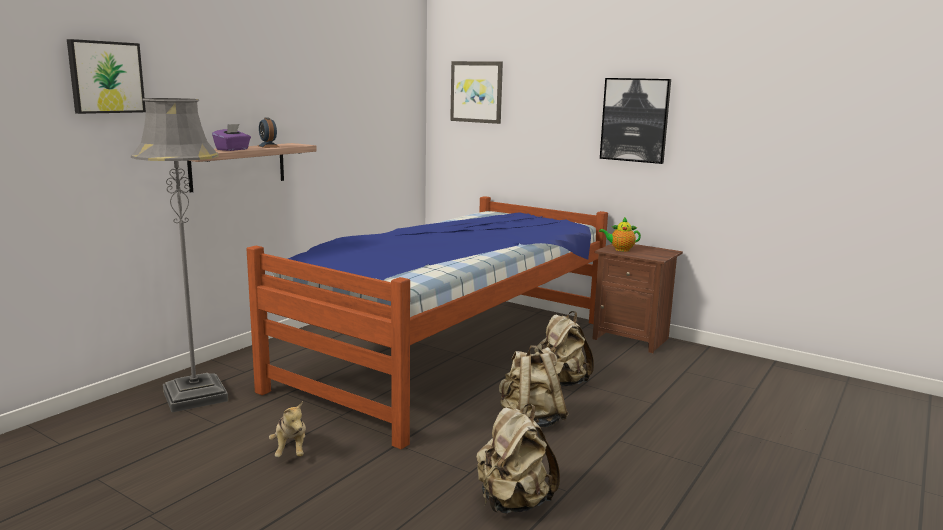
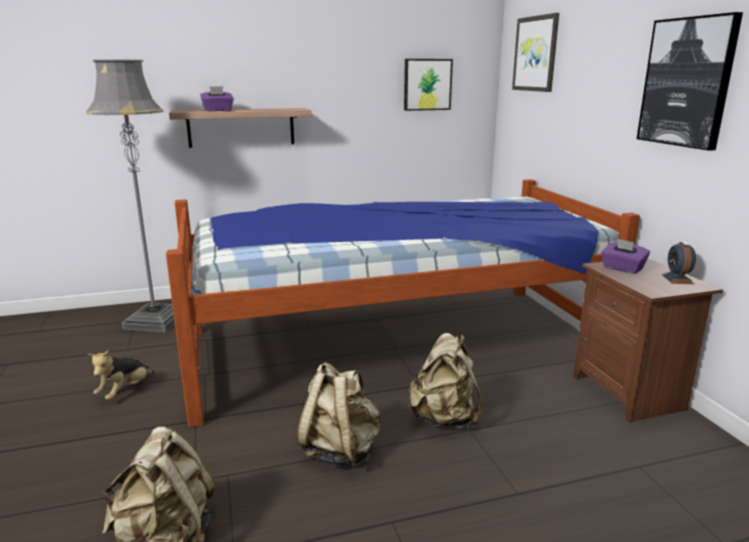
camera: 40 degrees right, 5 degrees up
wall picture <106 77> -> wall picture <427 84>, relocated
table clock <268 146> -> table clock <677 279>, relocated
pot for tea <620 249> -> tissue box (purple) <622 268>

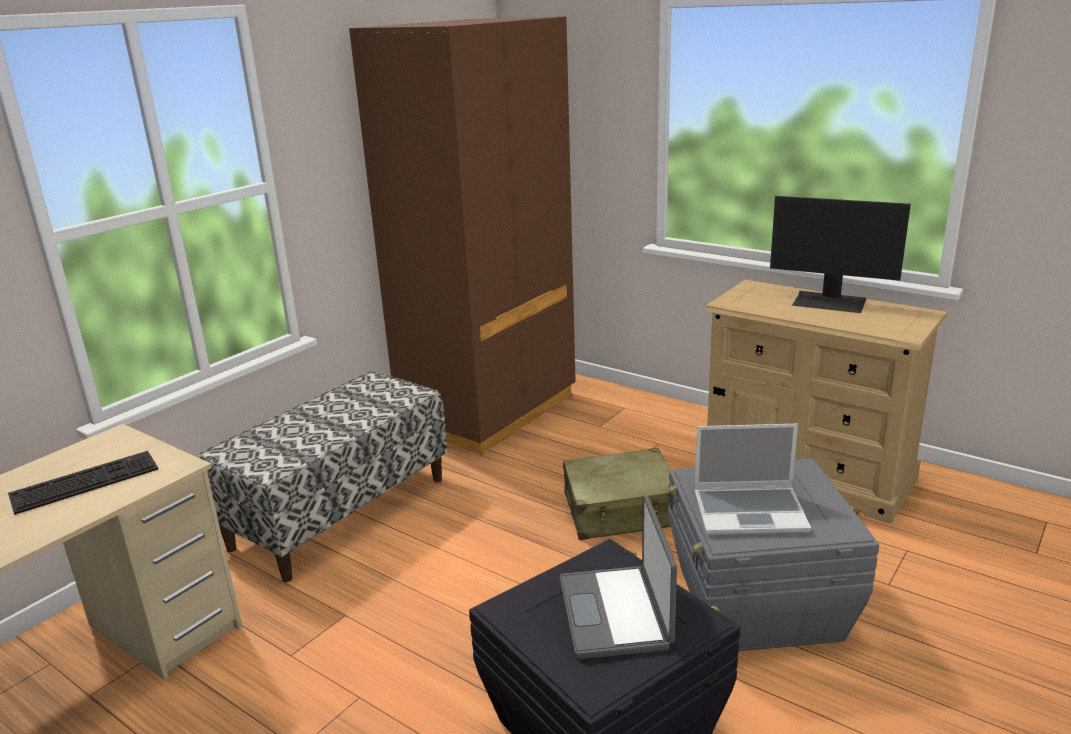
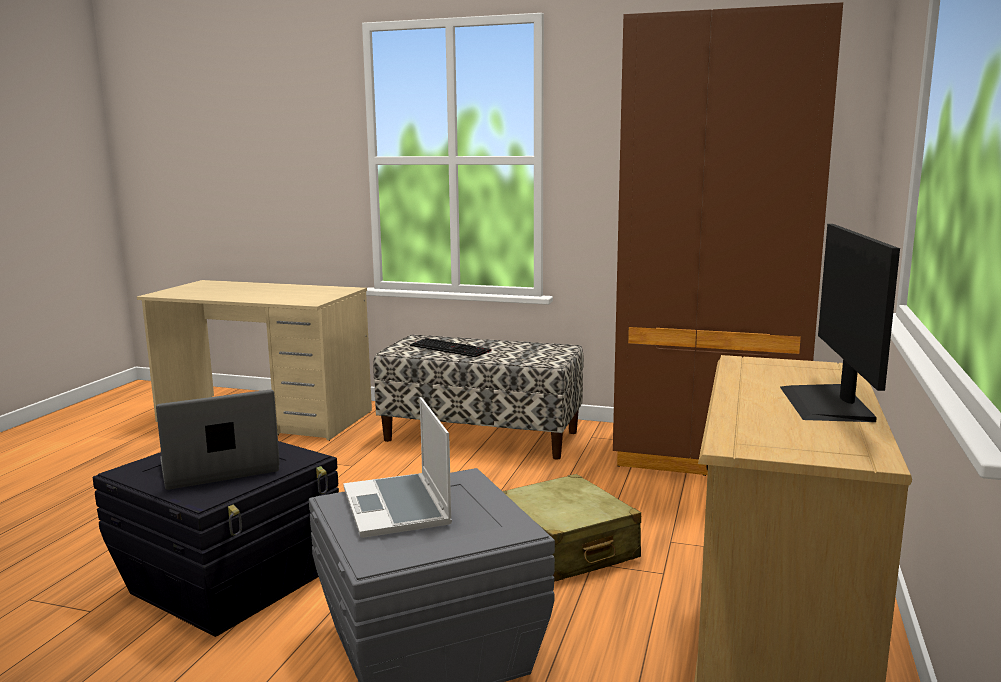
camera: 70 degrees right, 10 degrees down
keyboard <86 481> -> keyboard <451 348>, relocated

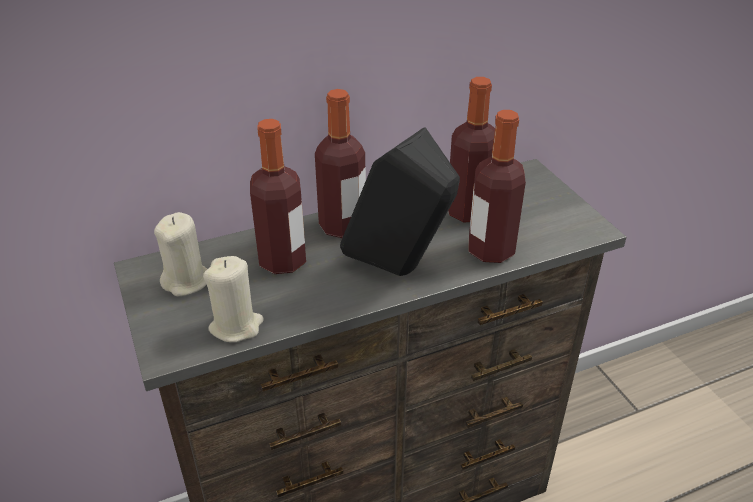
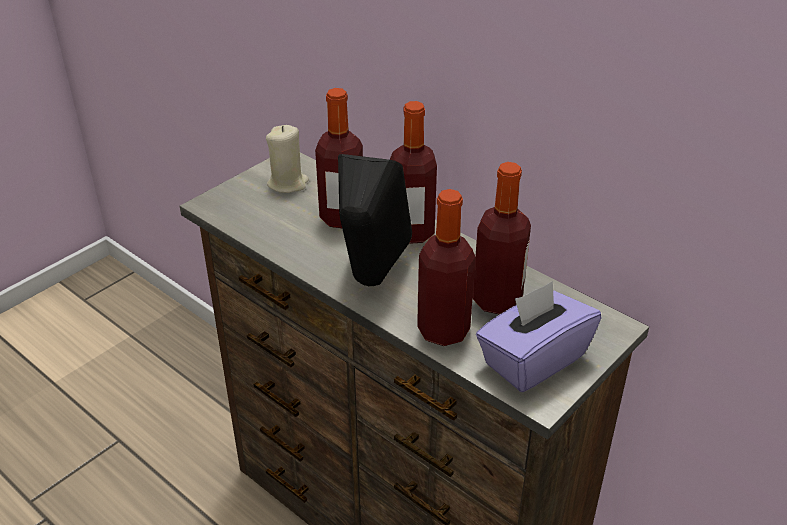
camera: 65 degrees right, 0 degrees up
wax light (beige-coloured) <236 326> -> none
none -> tissue box (purple) <533 360>

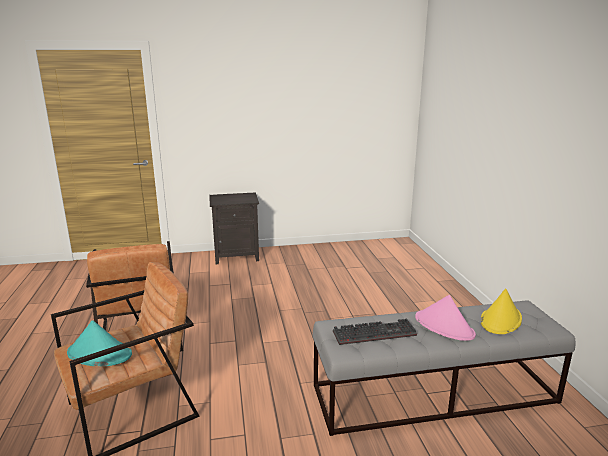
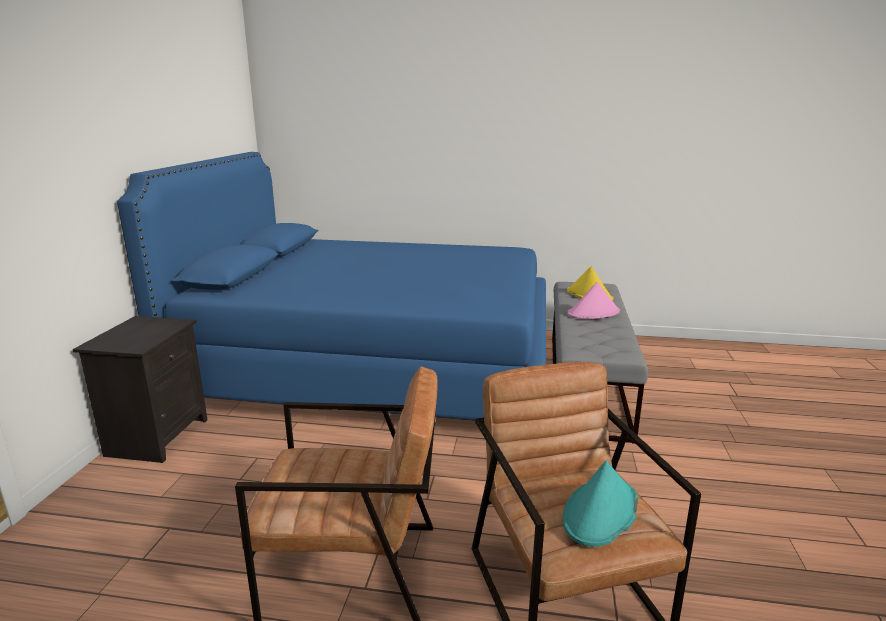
camera: 70 degrees left, 0 degrees up
keyboard <375 333> -> none
none -> bed (bluish) <376 366>

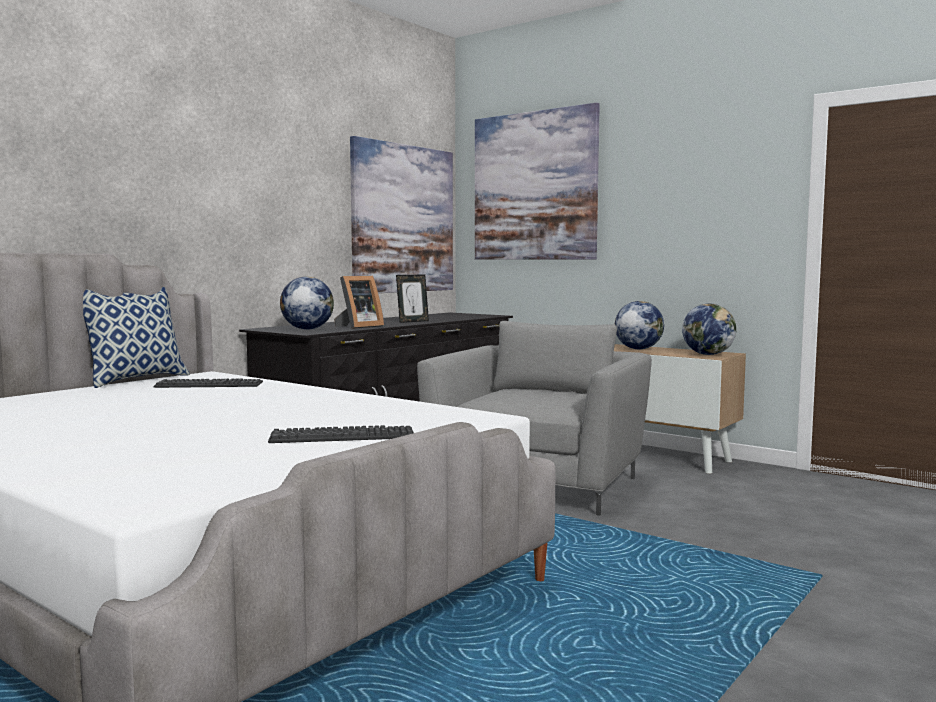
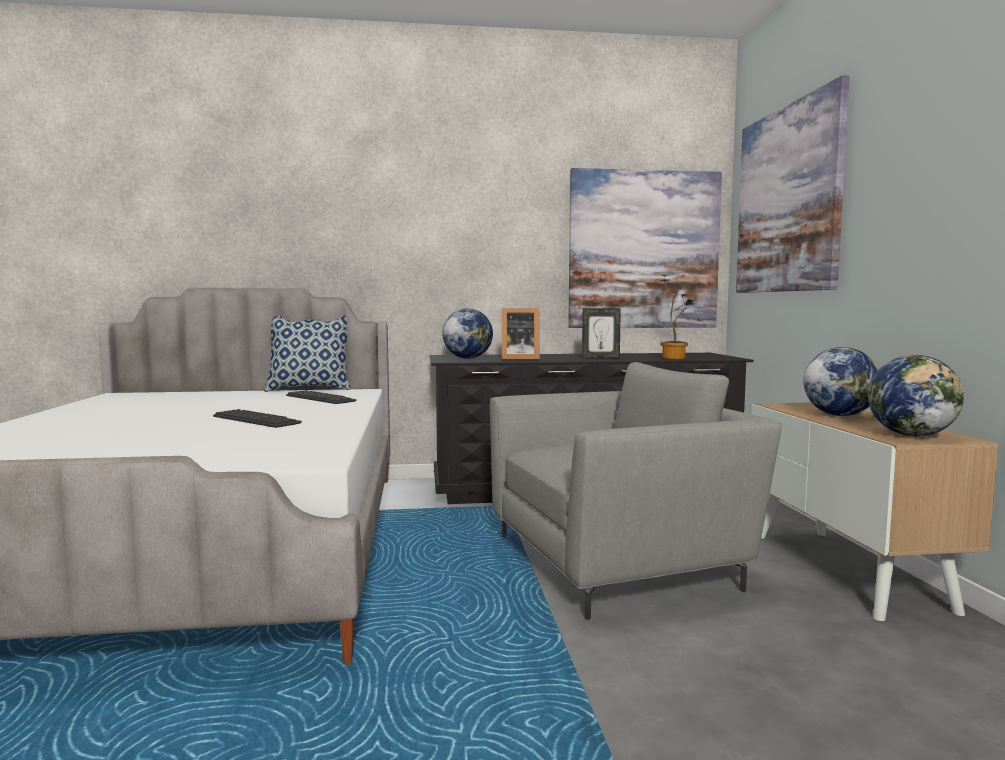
camera: 45 degrees right, 0 degrees up
keyboard <342 436> -> keyboard <256 420>, relocated
none -> potted plant <676 358>

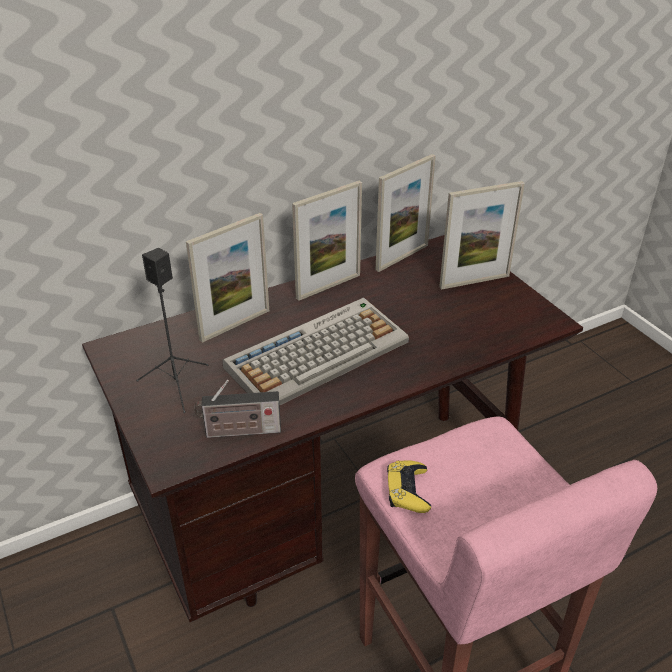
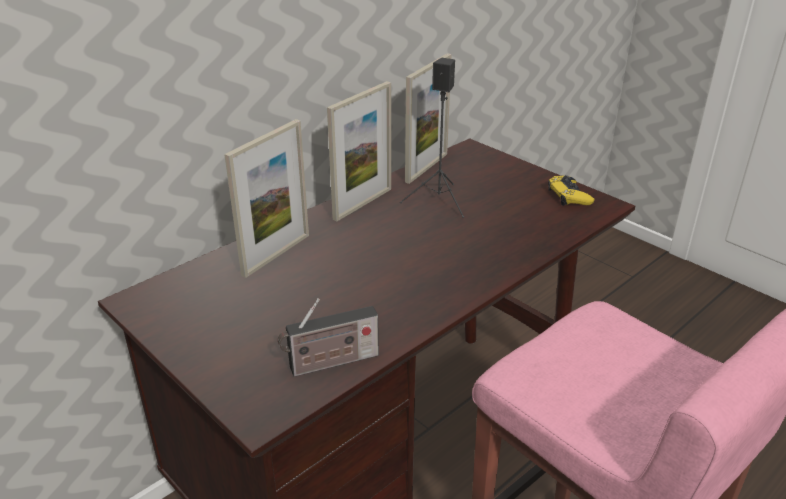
camera: 15 degrees left, 5 degrees down
loudspeaker (black-coloured) <177 386> -> loudspeaker (black-coloured) <439 201>, relocated
keyboard <318 353> -> none
joypad (yellow) <408 491> -> joypad (yellow) <569 196>, relocated
picture frame <474 281> -> none

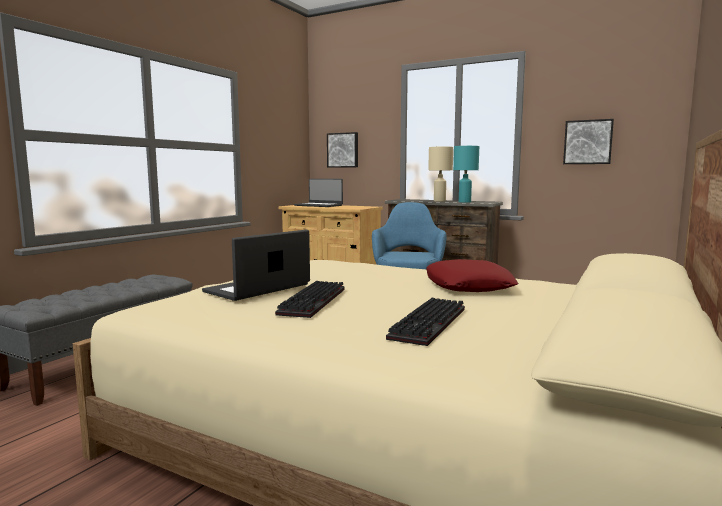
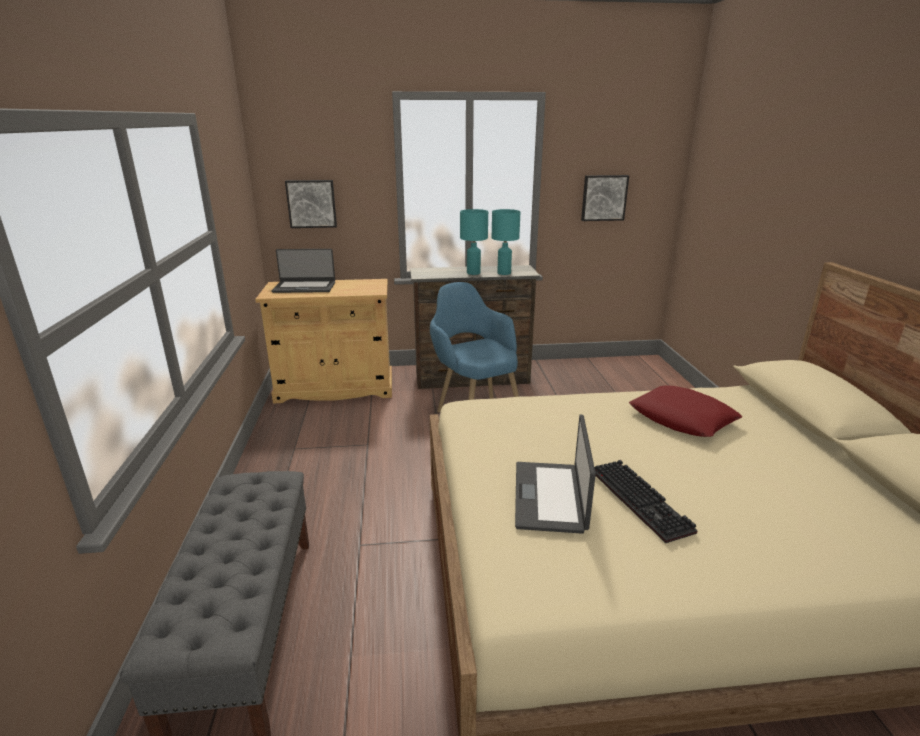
camera: 35 degrees left, 15 degrees up
keyboard <430 324> -> none
lamp for a table (beige-coloured) <439 201> -> lamp for a table (turquoise-coloured) <473 273>

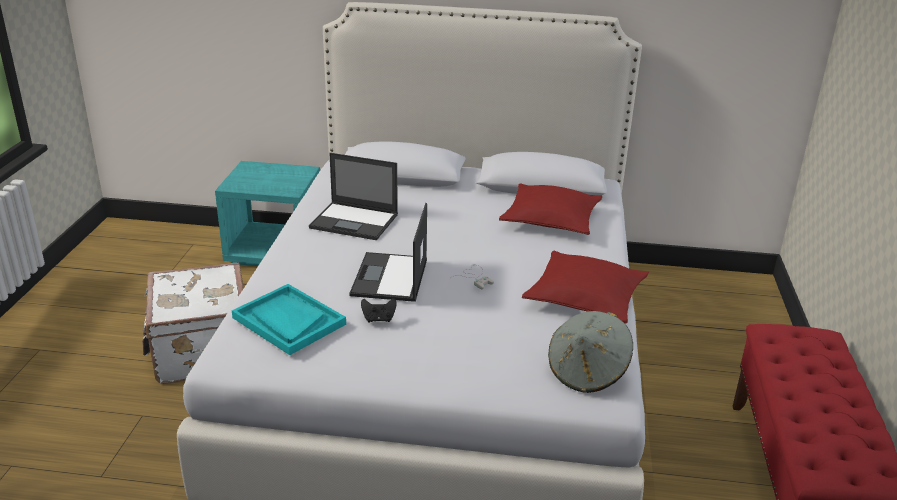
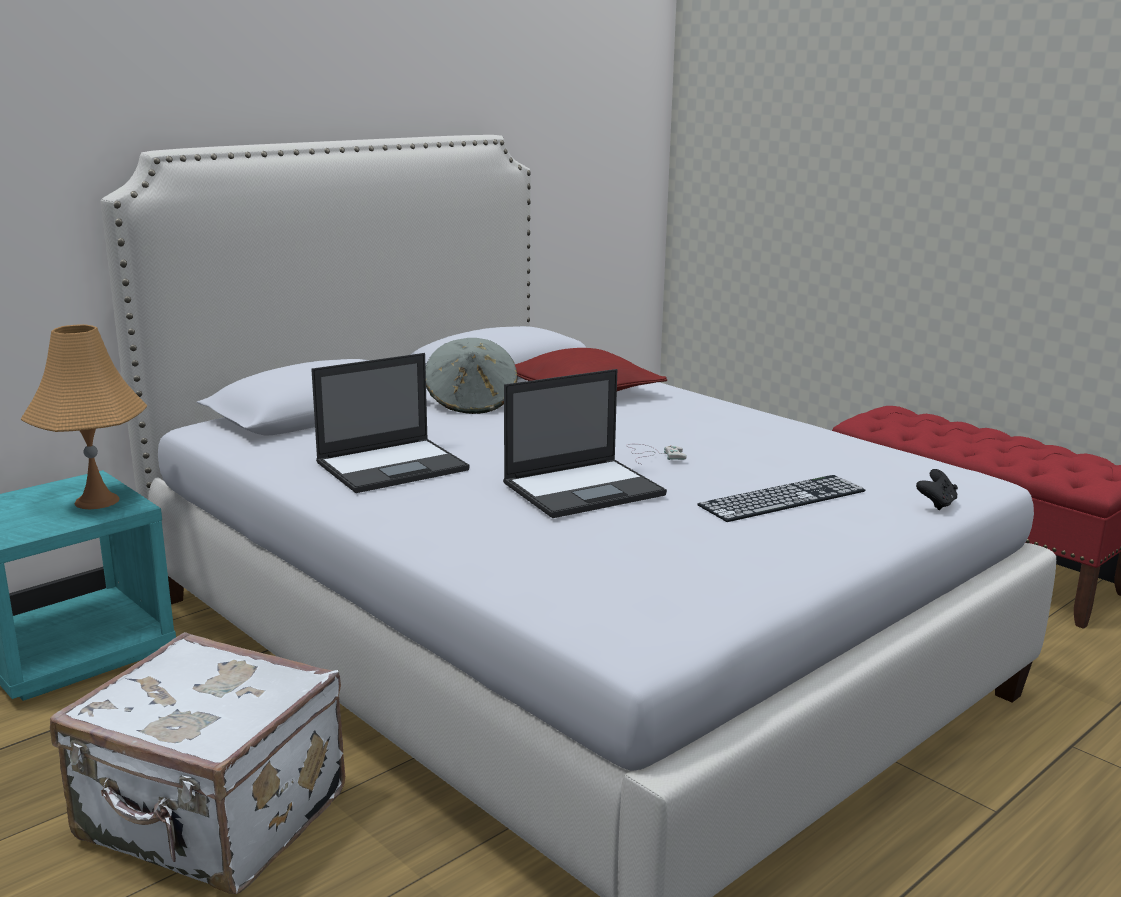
camera: 50 degrees left, 10 degrees down
tray (turquoise-coloured) <288 321> -> none
portable computer <390 278> -> portable computer <585 488>, 75 degrees counterclockwise
joypad (black-coloured) <379 319> -> joypad (black-coloured) <936 504>, relocated
cushion (red-coloured) <585 298> -> none
clothing hat (gray) <587 372> -> clothing hat (gray) <471 403>, relocated
none -> lamp for a table (orangey) <97 501>
none -> keyboard <782 498>

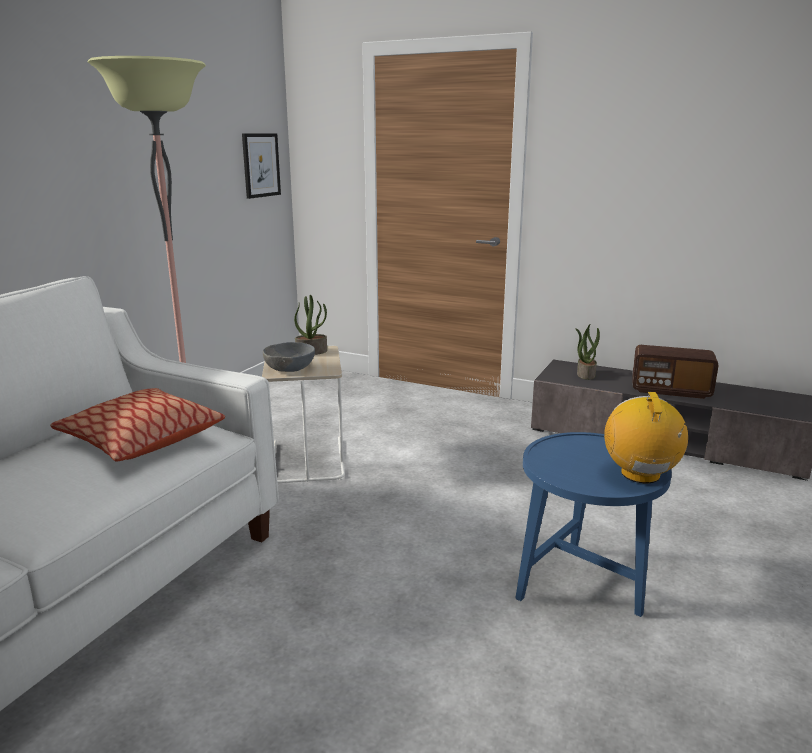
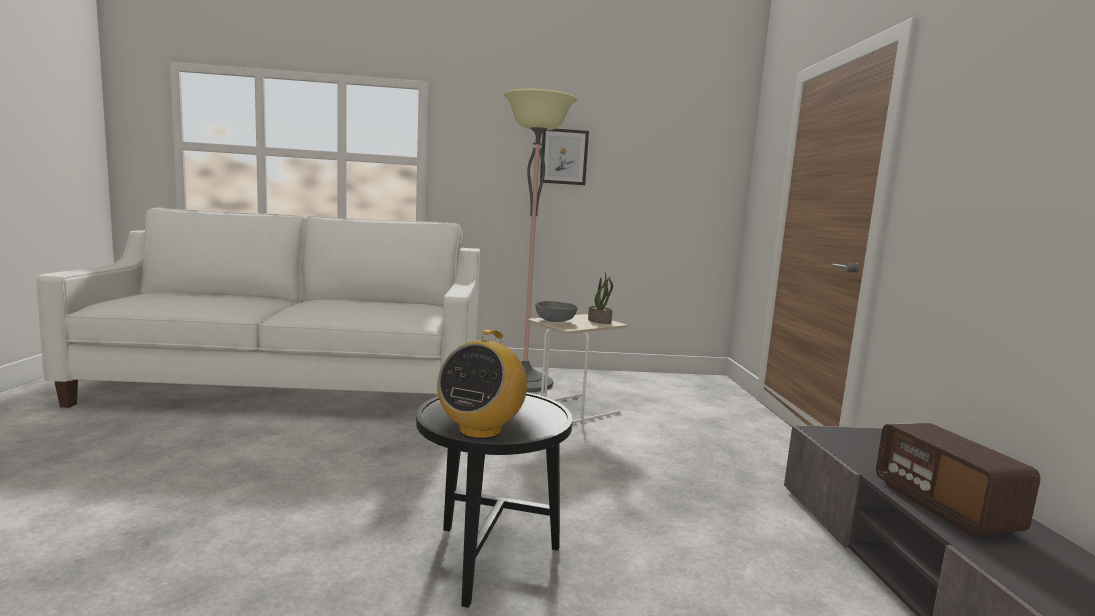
camera: 60 degrees right, 10 degrees down
cushion <141 439> -> none
wall picture <261 165> -> wall picture <564 157>, relocated
end table (bluish) <582 588> -> end table (black-coloured) <488 561>
potted plant <585 374> -> none
radio <640 475> -> radio <480 430>, 135 degrees clockwise

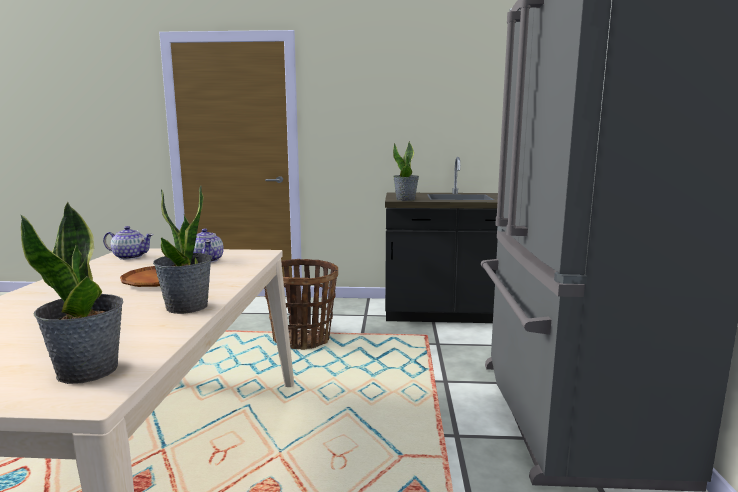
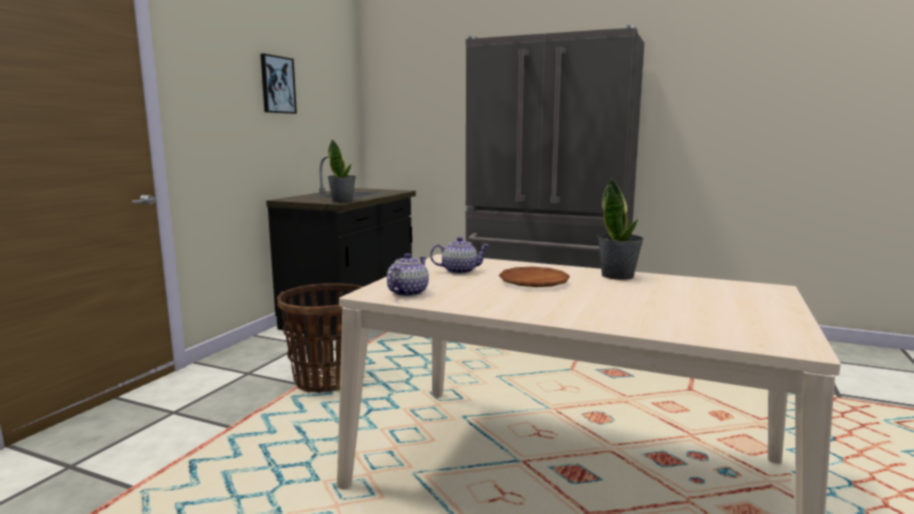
camera: 70 degrees left, 0 degrees up
potted plant <89 370> -> none
none -> wall picture <277 85>

